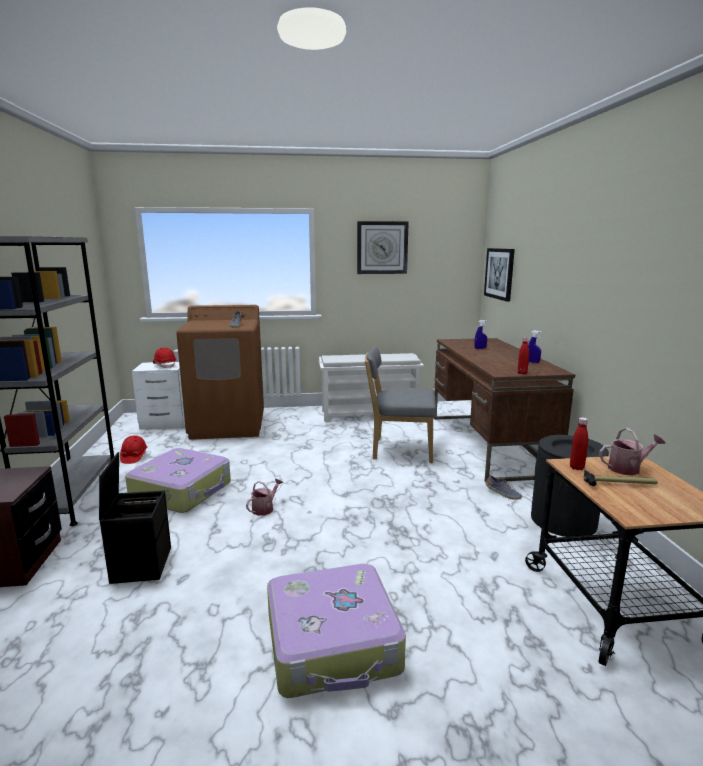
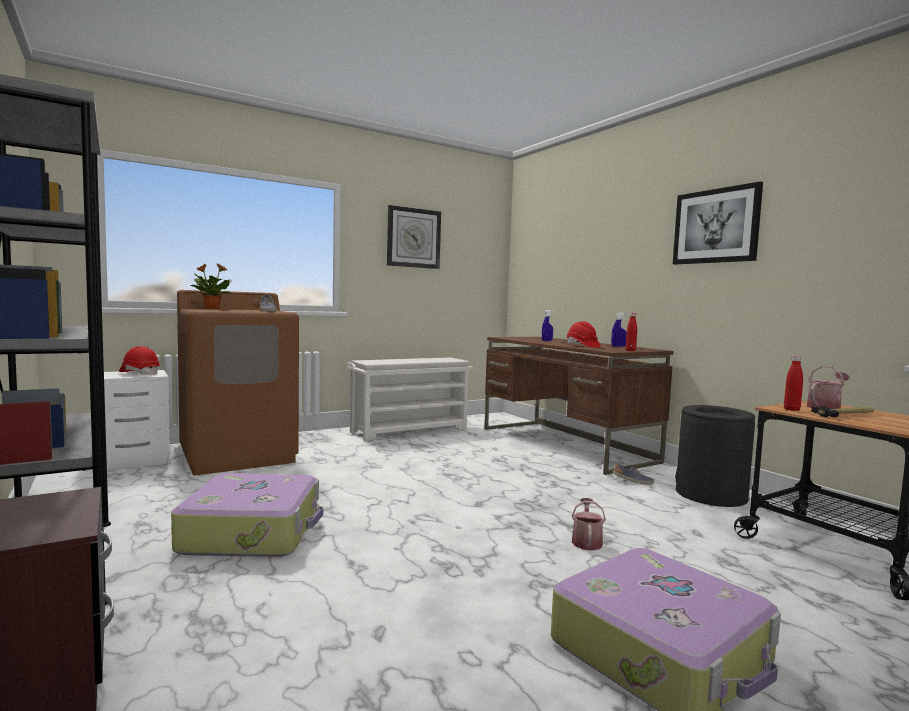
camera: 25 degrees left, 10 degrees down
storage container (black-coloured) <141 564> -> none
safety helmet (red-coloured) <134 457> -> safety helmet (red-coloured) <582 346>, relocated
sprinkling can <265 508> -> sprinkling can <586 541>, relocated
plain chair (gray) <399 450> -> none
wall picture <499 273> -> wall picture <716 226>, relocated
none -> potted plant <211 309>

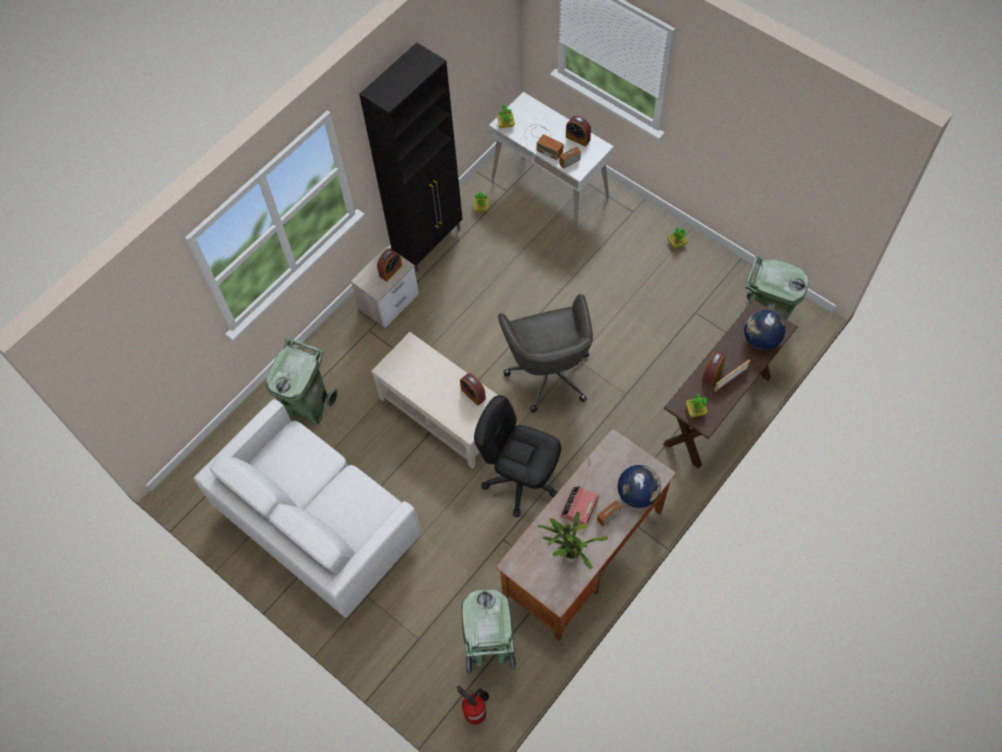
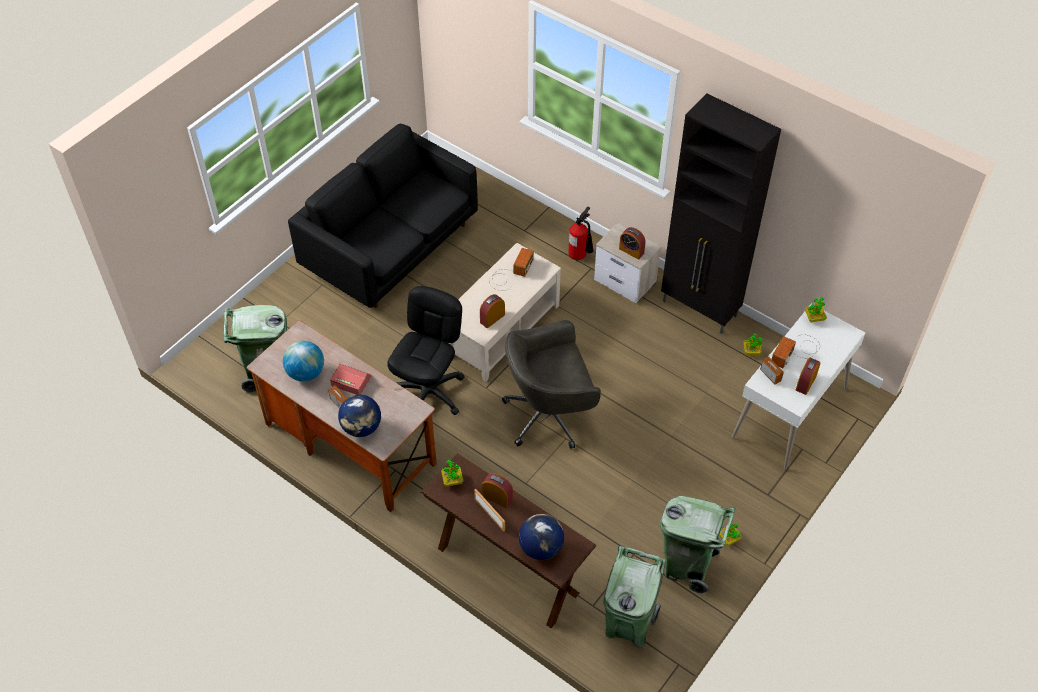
camera: 85 degrees right, 10 degrees down
sofa (white) <319 523> -> sofa (black-coloured) <391 248>
trash can (green-coloured) <309 406> -> trash can (green-coloured) <687 566>, relocated
fire-fighting cylinder <476 710> -> fire-fighting cylinder <580 256>, relocated
potted plant <569 553> -> desk globe <306 373>
none -> radio <510 274>

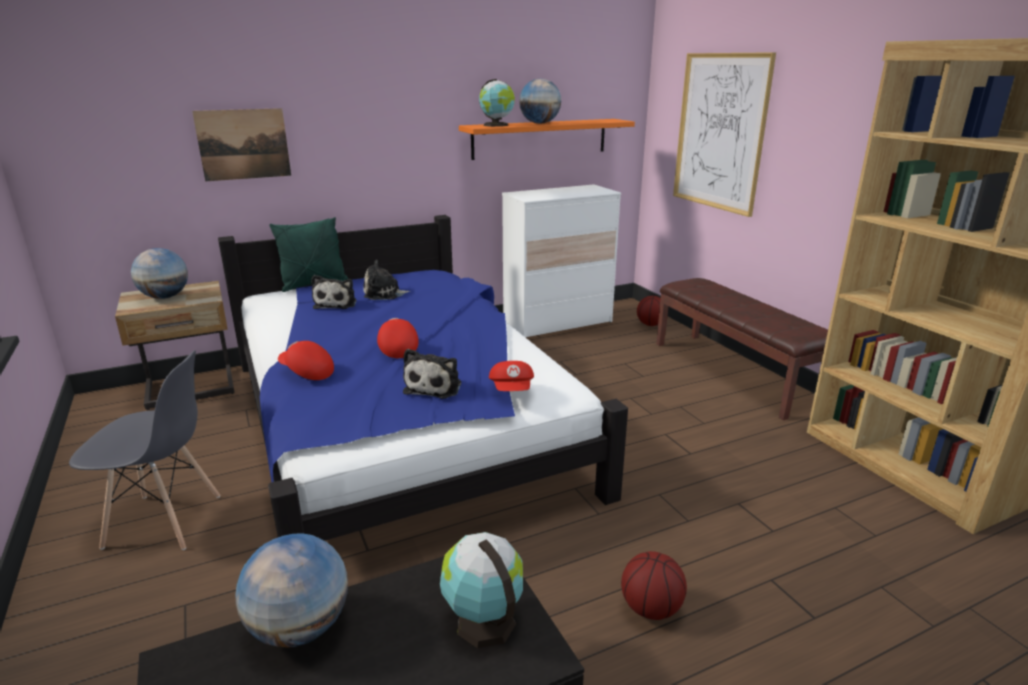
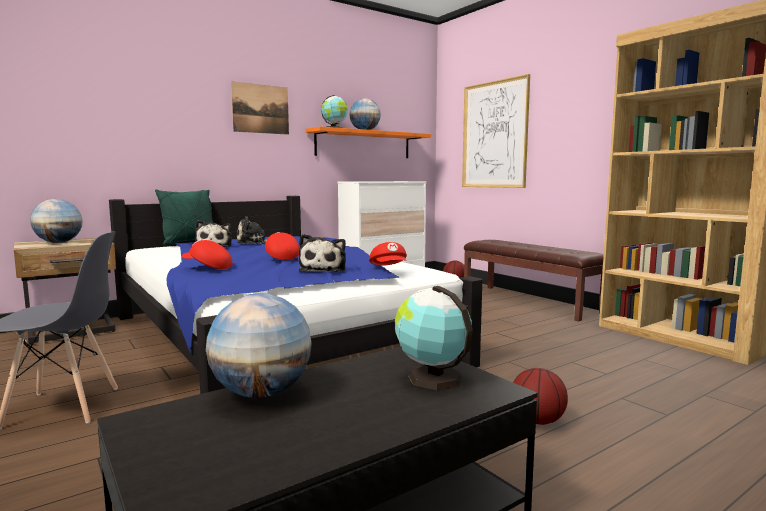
camera: 10 degrees left, 15 degrees down
wall picture <243 144> -> wall picture <260 109>, relocated

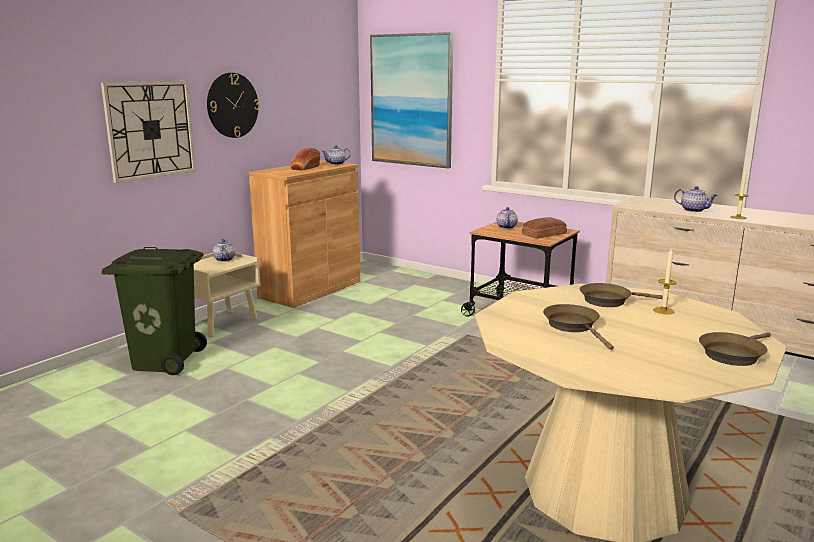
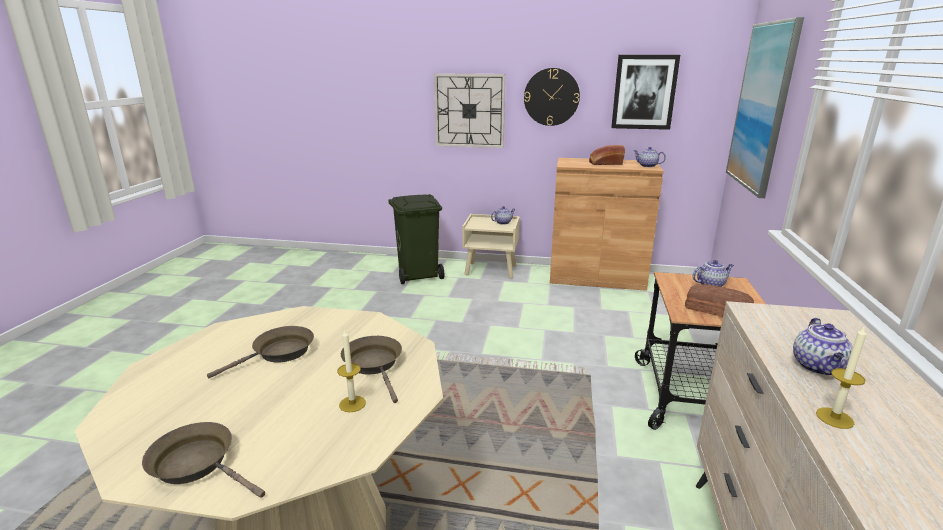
camera: 65 degrees right, 5 degrees up
none -> wall picture <644 92>

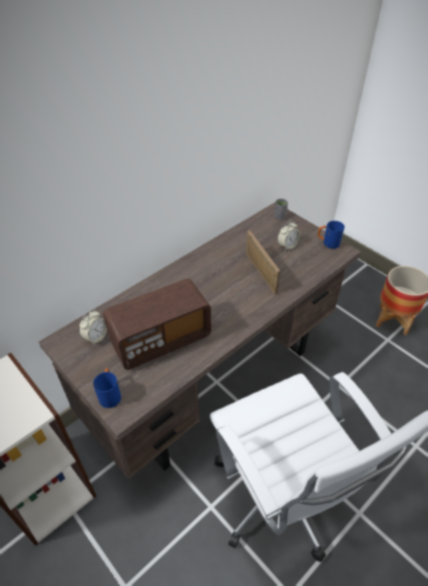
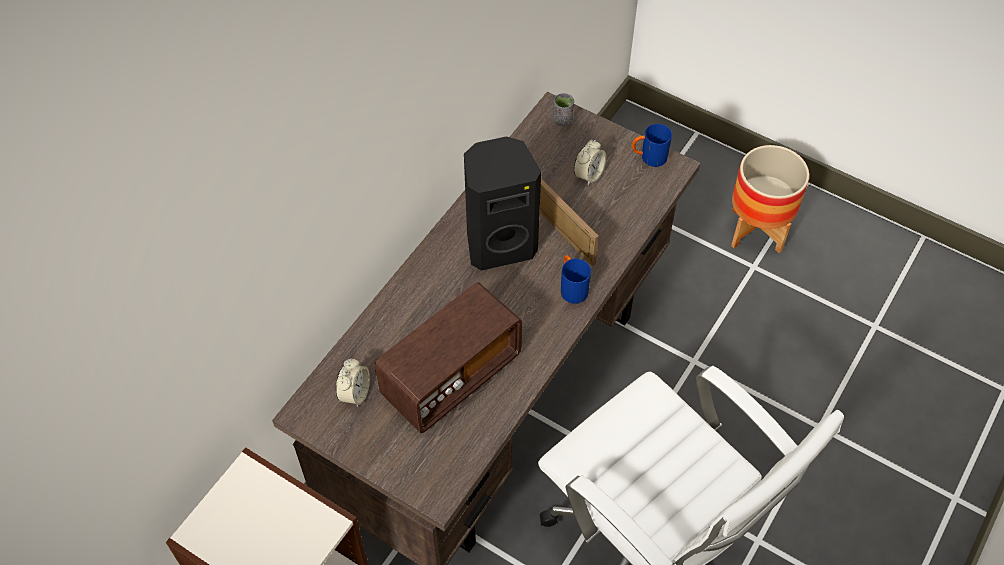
camera: 15 degrees left, 10 degrees up
mug (bluish) <110 394> -> mug (bluish) <571 287>, relocated
none -> loudspeaker (black-coloured) <499 243>

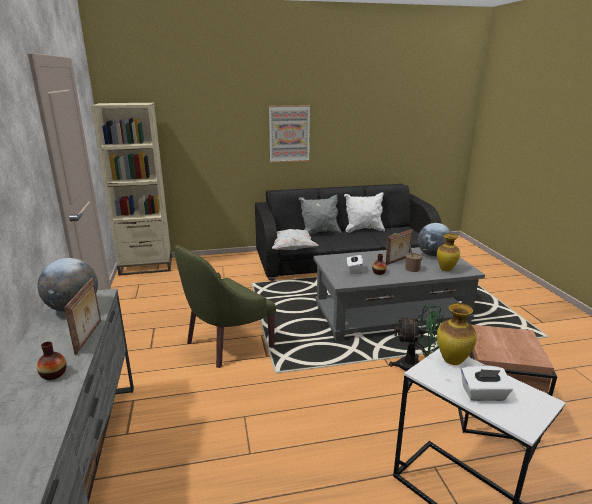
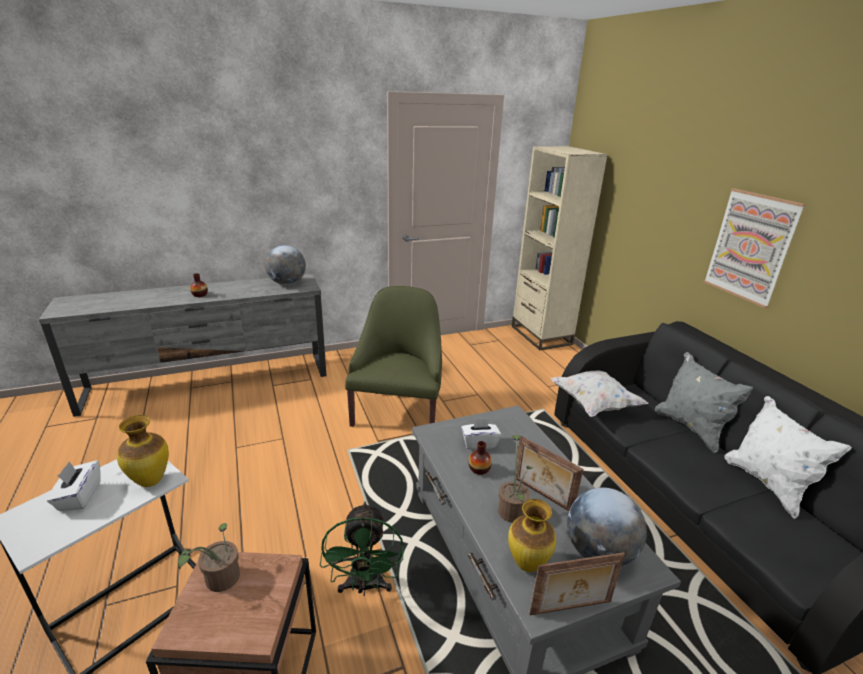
camera: 80 degrees right, 5 degrees up
picture frame <89 336> -> picture frame <571 609>, relocated
armchair (green-coloured) <226 343> -> armchair (green-coloured) <398 410>, 60 degrees clockwise
none -> potted plant <219 582>

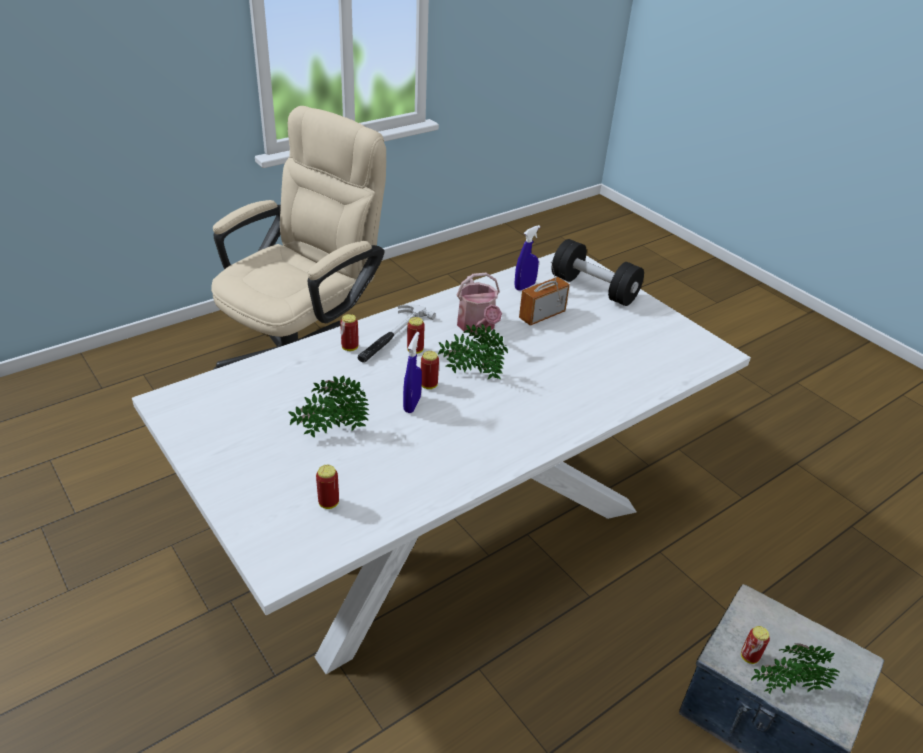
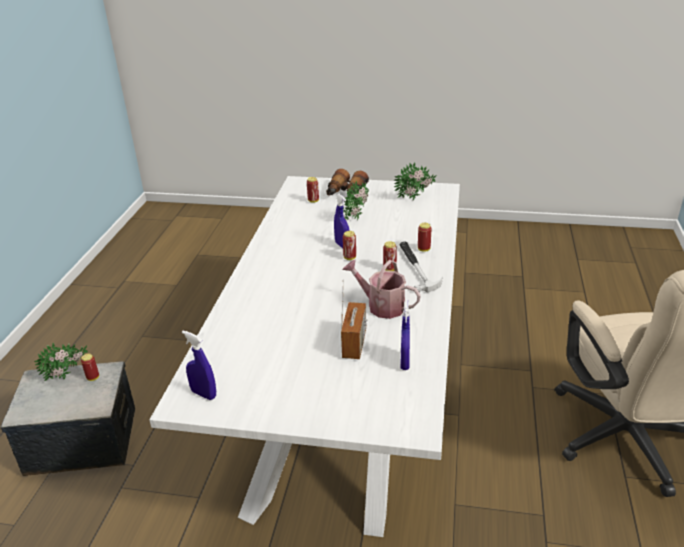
camera: 140 degrees right, 5 degrees down
potted plant <471 374> -> potted plant <416 198>, relocated
dumbbell (black-coloured) <594 289> -> none
none -> hand sprayer (bluish) <203 394>
none -> field glasses <345 192>

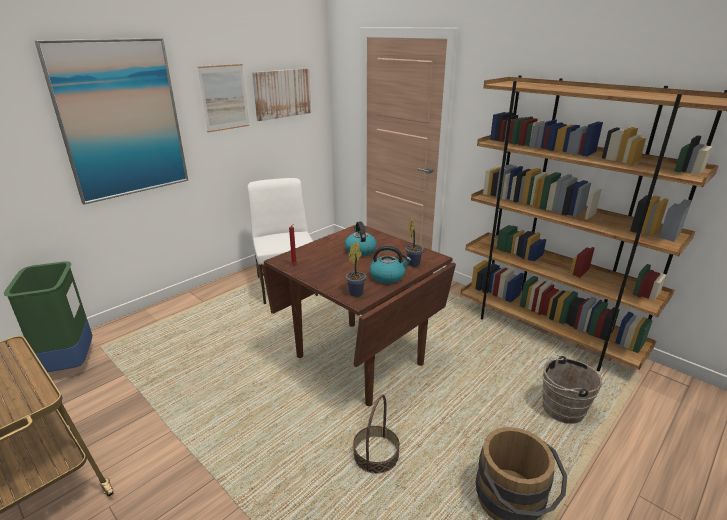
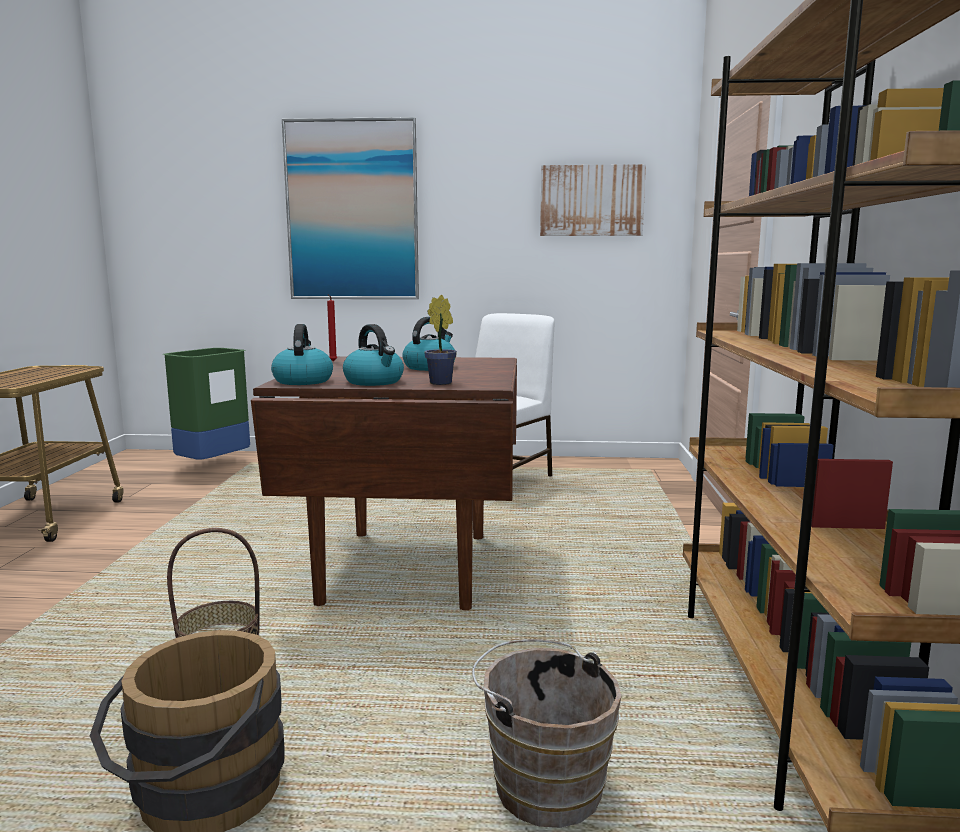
camera: 50 degrees right, 15 degrees down
wall picture <224 98> -> none
potted plant <357 292> -> kettle <302 381>

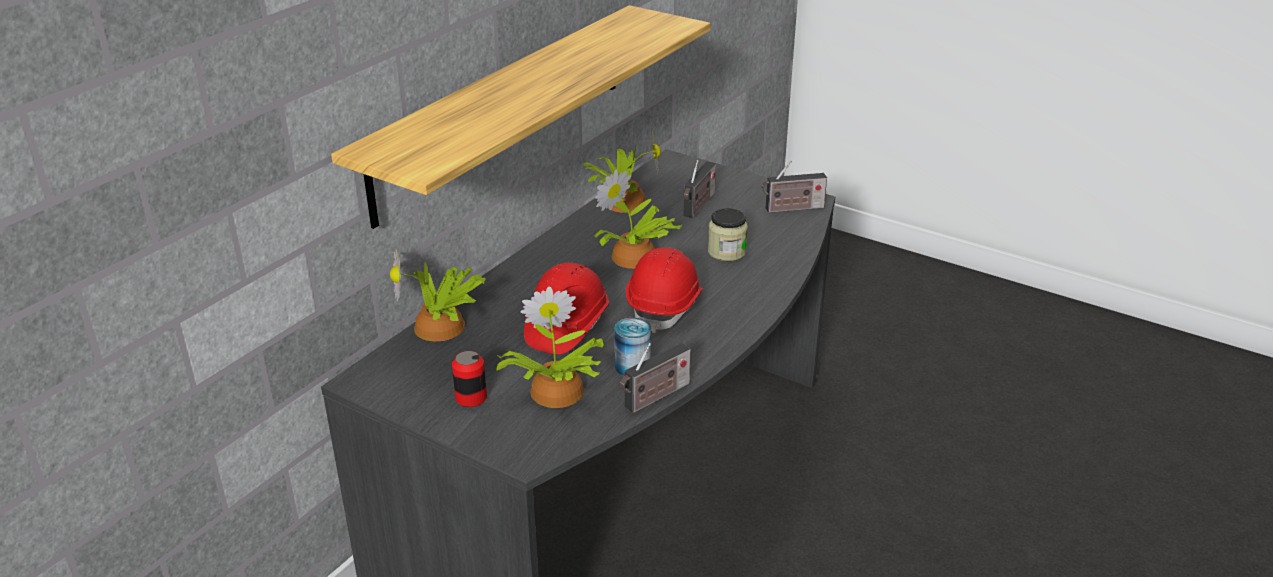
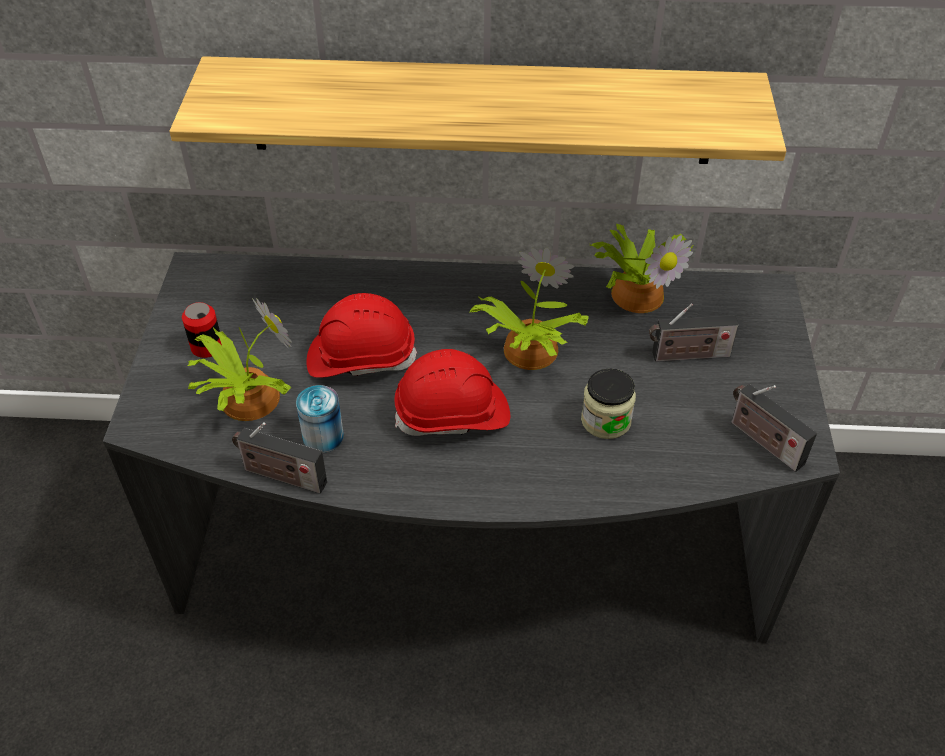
camera: 60 degrees right, 15 degrees up
potted plant <442 327> -> none

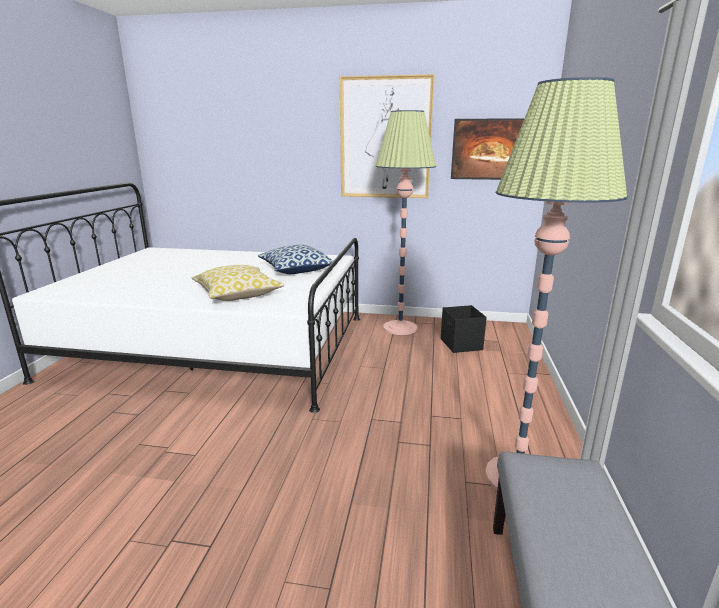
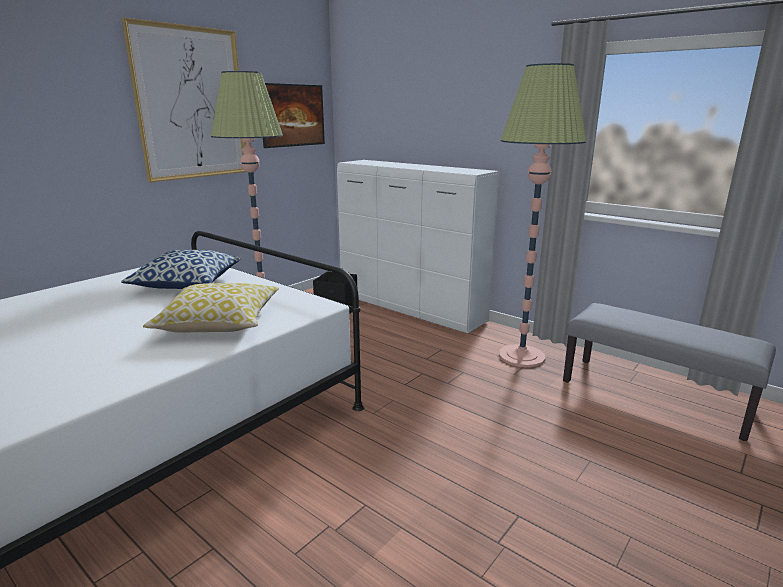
camera: 60 degrees left, 0 degrees up
none -> chest of drawers (white) <410 309>

